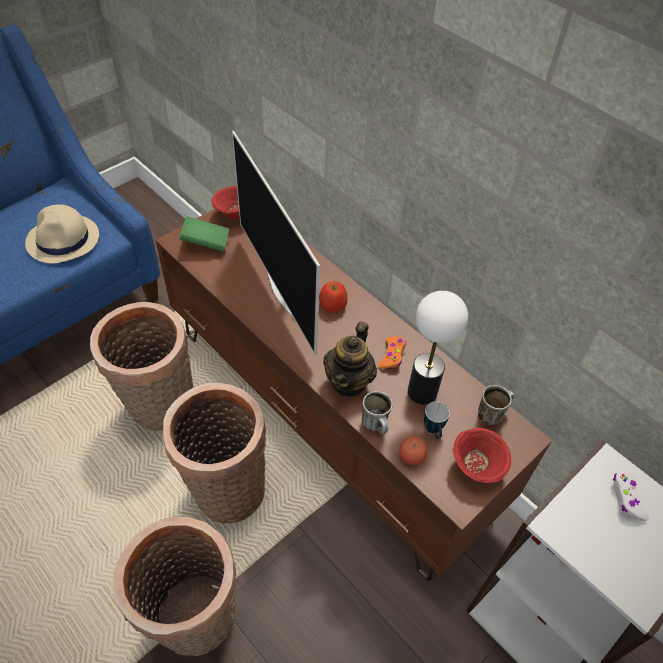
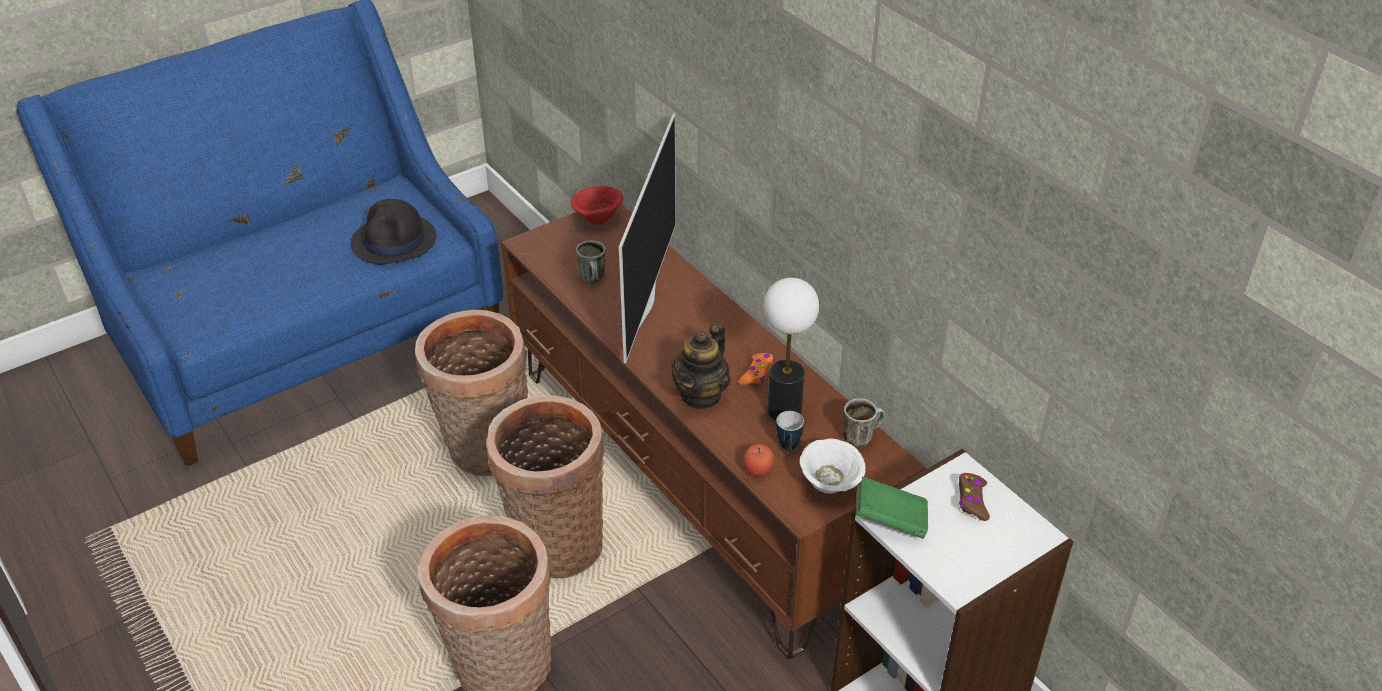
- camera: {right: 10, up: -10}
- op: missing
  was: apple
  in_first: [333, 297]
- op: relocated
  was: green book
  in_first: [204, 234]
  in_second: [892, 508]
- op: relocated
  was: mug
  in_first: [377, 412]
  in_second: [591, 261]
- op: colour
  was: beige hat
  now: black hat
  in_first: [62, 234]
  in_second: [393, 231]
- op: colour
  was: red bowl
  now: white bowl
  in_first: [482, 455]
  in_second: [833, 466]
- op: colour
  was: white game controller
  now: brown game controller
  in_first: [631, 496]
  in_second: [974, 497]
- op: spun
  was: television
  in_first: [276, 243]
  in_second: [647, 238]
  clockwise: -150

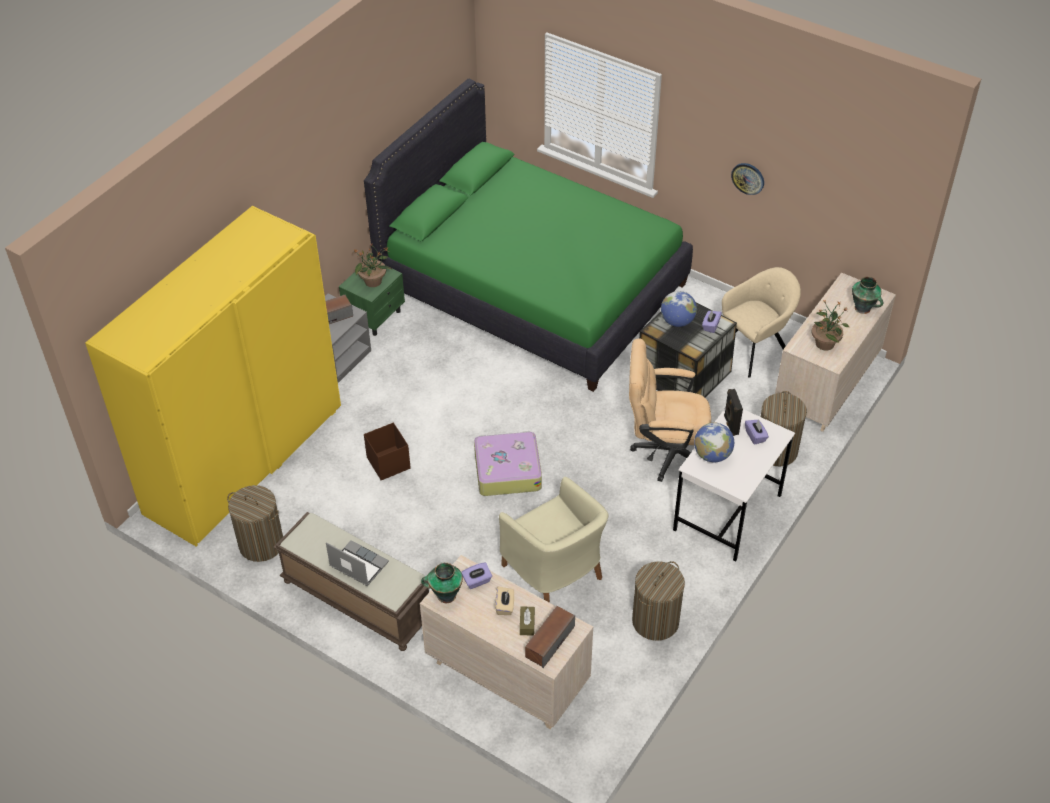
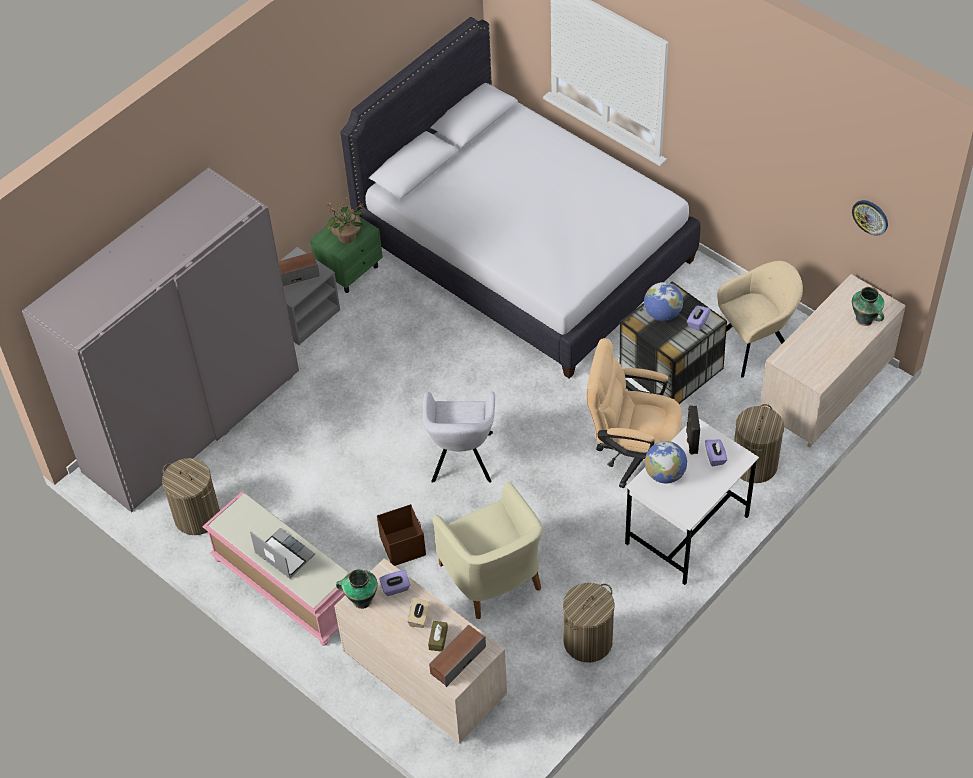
- camera: {right: 10, up: 5}
- op: missing
  was: potted plant
  in_first: [830, 325]
- op: relocated
  was: brown storage box
  in_first: [387, 451]
  in_second: [401, 535]
- op: relocated
  was: wall clock
  in_first: [747, 179]
  in_second: [870, 218]
- op: exchanged
  was: suitcase
  now: grey armchair
  in_first: [508, 463]
  in_second: [459, 437]
- op: colour
  was: yellow wardrobe
  now: grey wardrobe
  in_first: [213, 376]
  in_second: [160, 339]
- op: colour
  was: brown bench
  now: pink bench
  in_first: [351, 581]
  in_second: [275, 569]
- op: colour
  was: green bed
  now: white bed
  in_first: [528, 235]
  in_second: [520, 198]

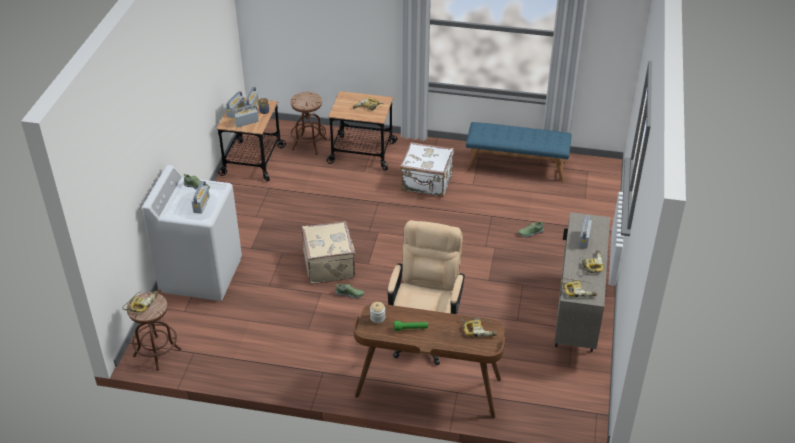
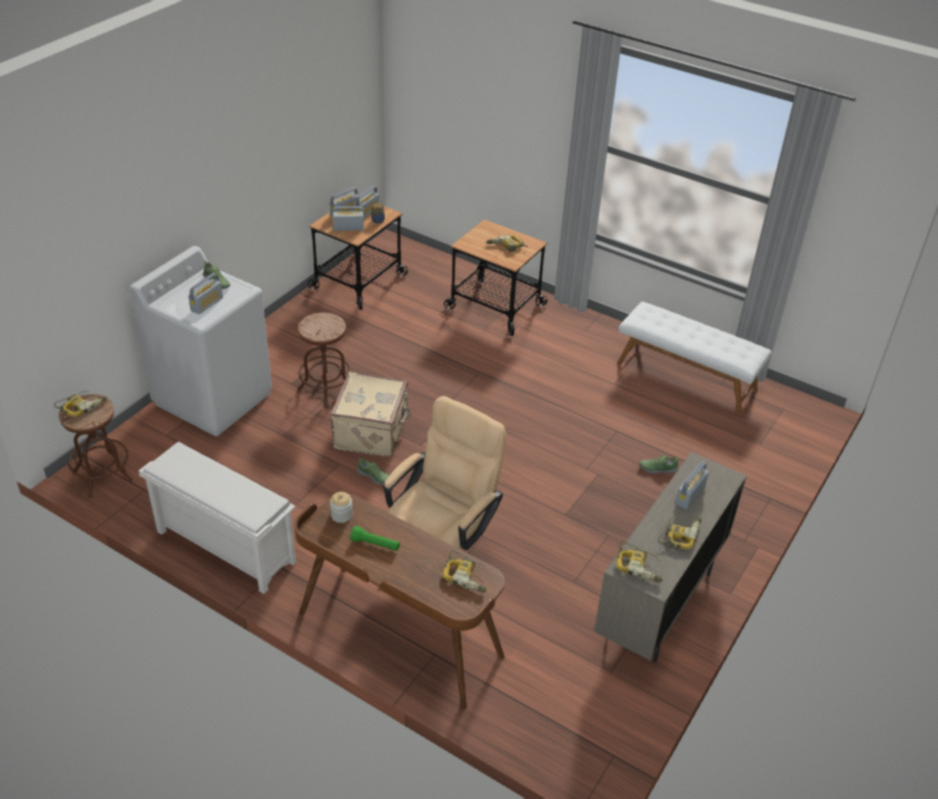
- camera: {right: 20, up: 0}
- op: missing
  was: white suitcase
  in_first: [427, 169]
- op: appeared
  now: white shoe rack
  in_second: [217, 518]
- op: relocated
  was: brown stool
  in_first: [308, 123]
  in_second: [324, 360]
- op: colour
  was: blue bench
  now: white bench
  in_first: [519, 152]
  in_second: [694, 358]

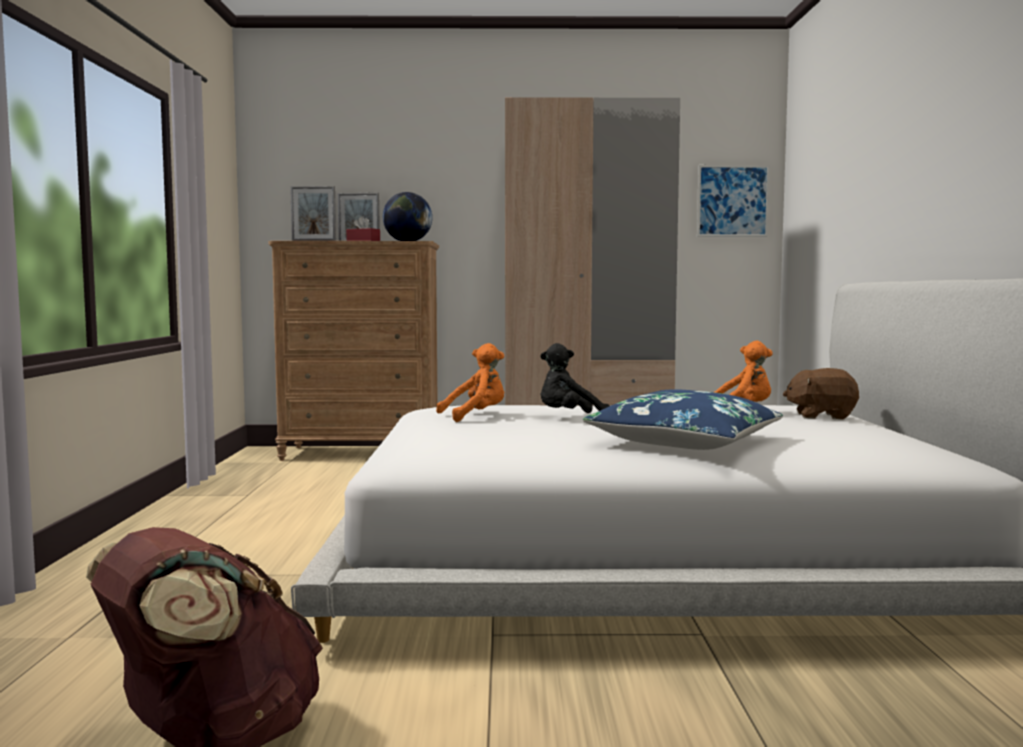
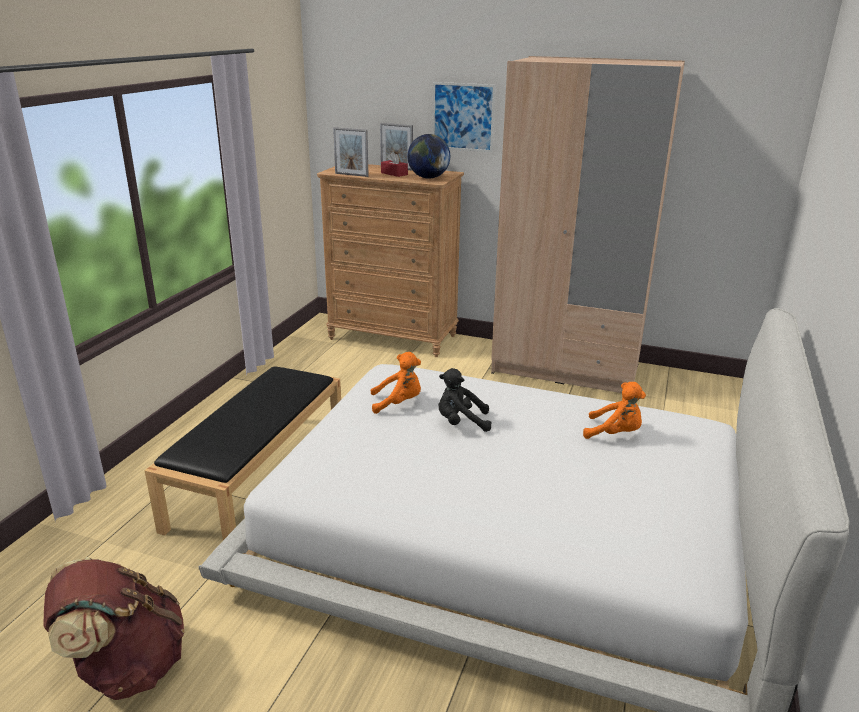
- camera: {right: 20, up: 20}
- op: missing
  was: blue pillow
  in_first: [683, 419]
- op: missing
  was: brown plush toy
  in_first: [821, 393]
- op: appeared
  now: black bench
  in_second: [243, 453]
- op: relocated
  was: picture
  in_first: [733, 201]
  in_second: [464, 117]

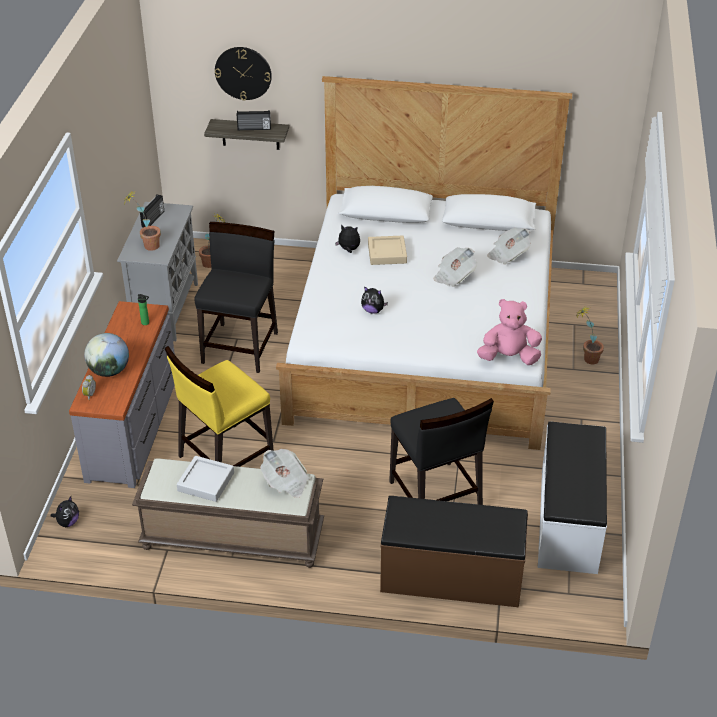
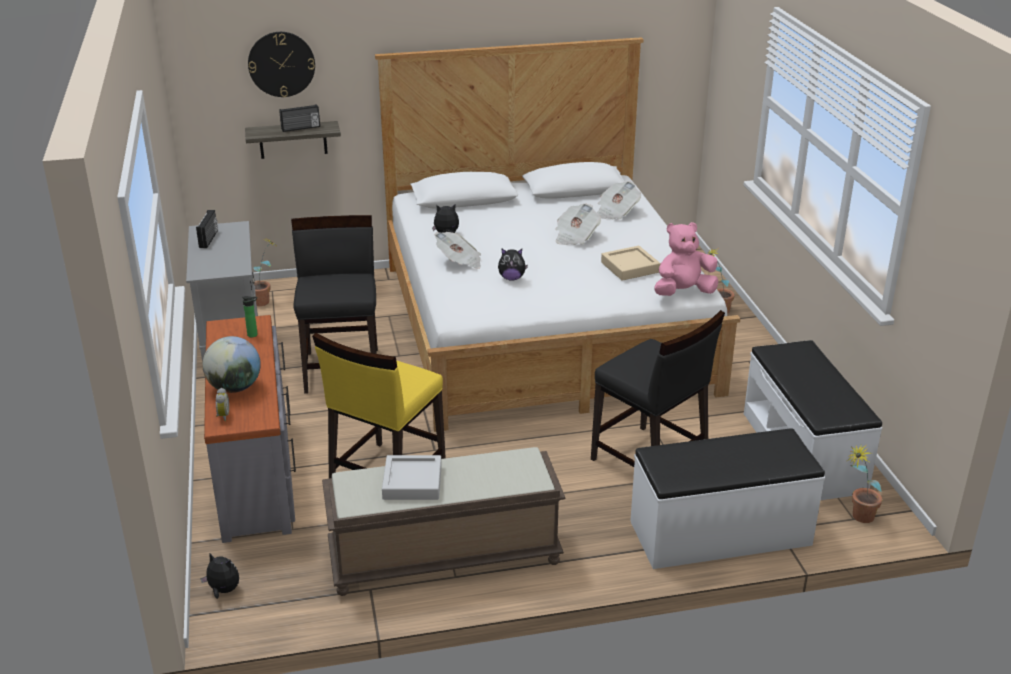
- camera: {right: -20, up: -10}
- op: relocated
  was: potted plant
  in_first: [142, 221]
  in_second: [864, 483]
- op: relocated
  was: newspaper
  in_first: [285, 473]
  in_second: [458, 250]
- op: relocated
  was: beige tray
  in_first: [387, 250]
  in_second: [631, 263]
- op: colour
  was: brown bench
  now: white bench
  in_first: [454, 551]
  in_second: [727, 498]
- op: spun
  was: plush toy
  in_first: [65, 511]
  in_second: [219, 576]
  clockwise: -75

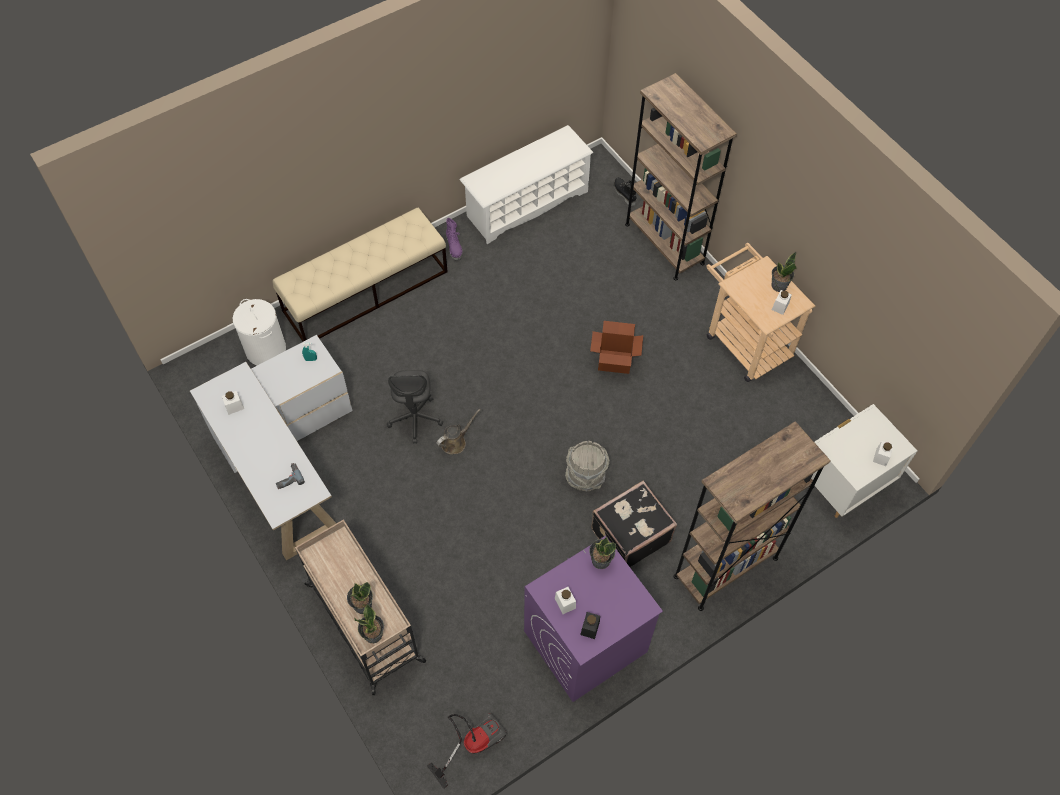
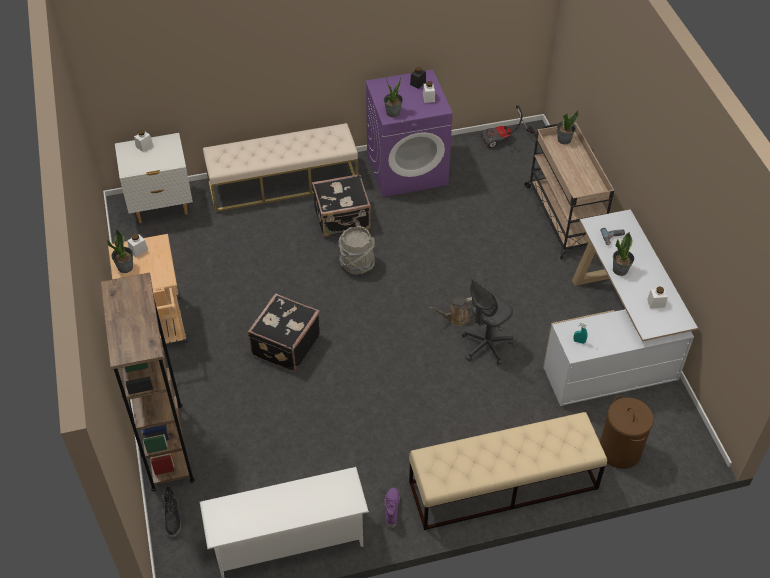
- camera: {right: -160, up: -10}
- op: relocated
  was: potted plant
  in_first: [360, 598]
  in_second: [623, 254]
- op: exchanged
  was: cardboard box
  now: black suitcase
  in_first: [616, 347]
  in_second: [284, 332]
- op: exchanged
  was: brown bookcase
  now: beige bench
  in_first: [752, 516]
  in_second: [280, 167]
- op: colour
  was: white laundry basket
  now: brown laundry basket
  in_first: [259, 332]
  in_second: [626, 432]
- op: spun
  was: grey office chair
  in_first: [415, 407]
  in_second: [487, 322]
  clockwise: -150

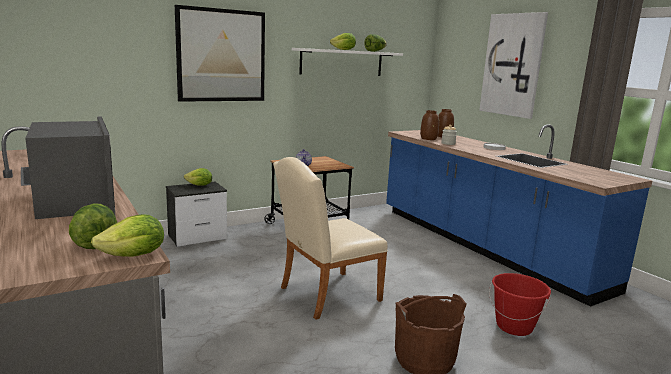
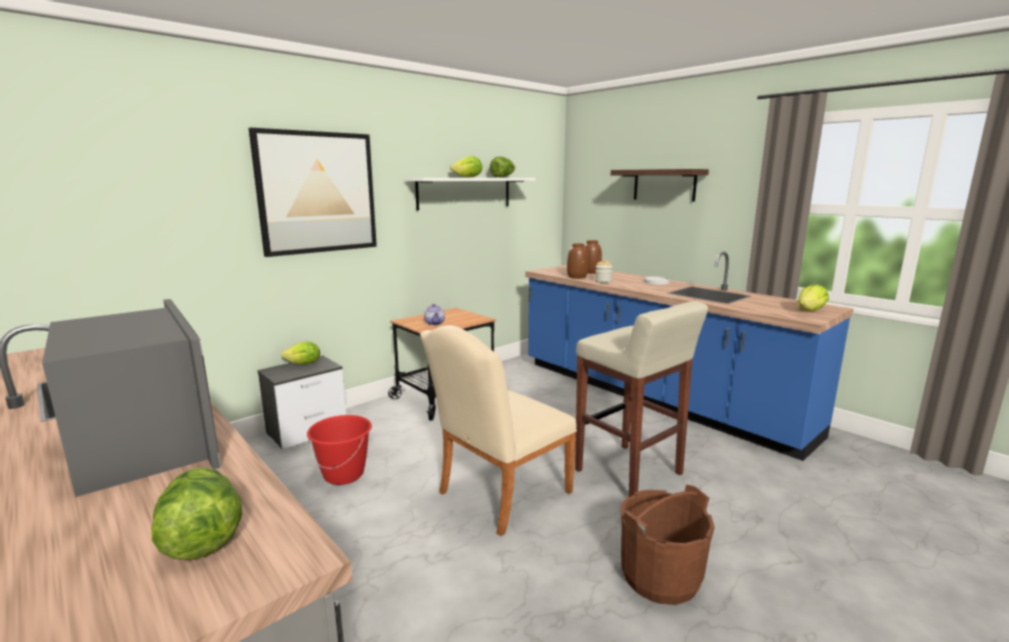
- camera: {right: -10, up: 0}
- op: appeared
  now: beige stool
  in_second: [641, 399]
- op: relocated
  was: lettuce
  in_first: [127, 235]
  in_second: [813, 298]
- op: relocated
  was: red bucket
  in_first: [520, 304]
  in_second: [339, 450]
- op: exchanged
  was: picture
  now: shelf
  in_first: [513, 65]
  in_second: [660, 185]

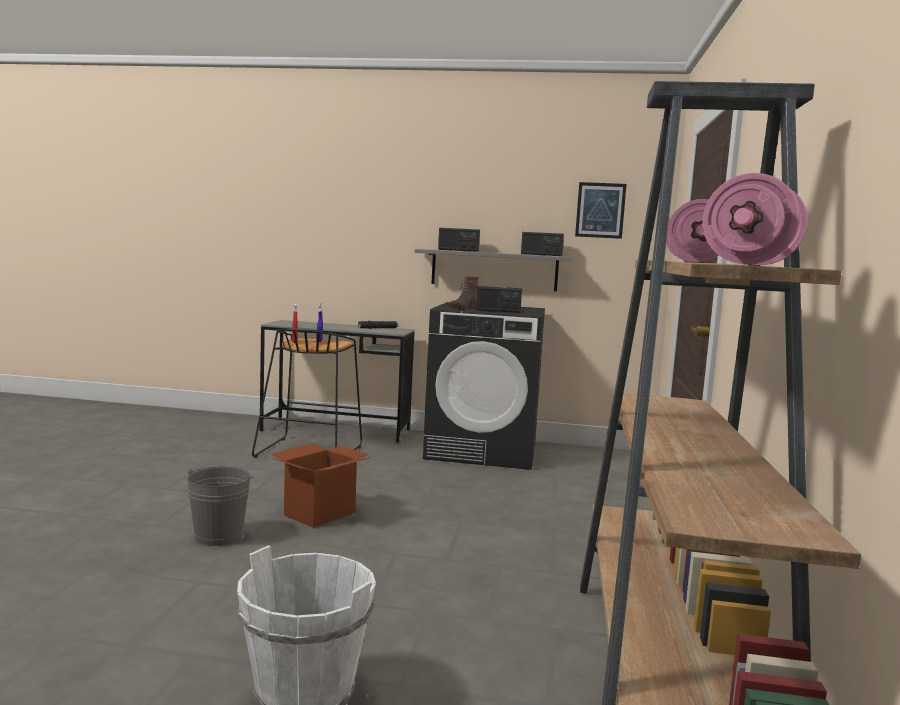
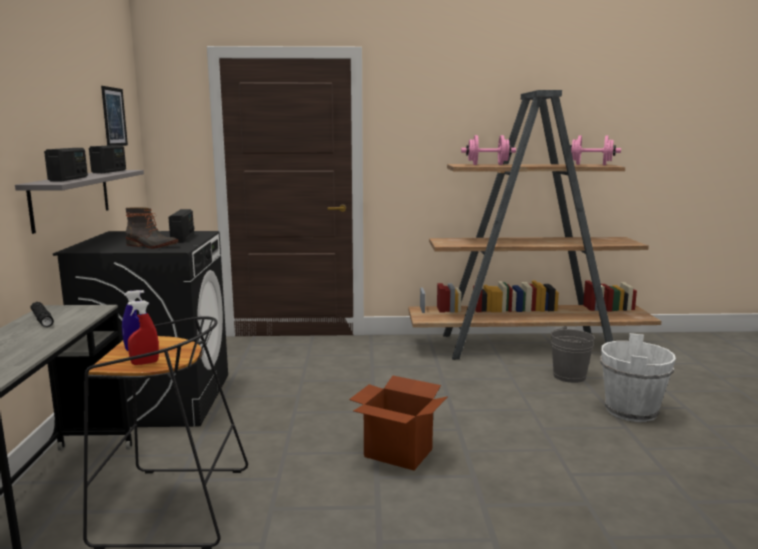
- camera: {right: -100, up: 5}
- op: relocated
  was: grey bucket
  in_first: [220, 506]
  in_second: [573, 354]

